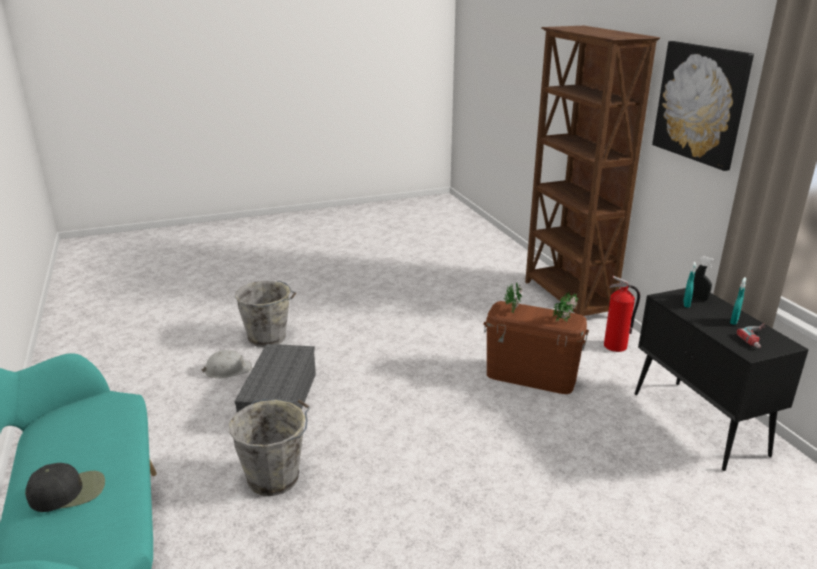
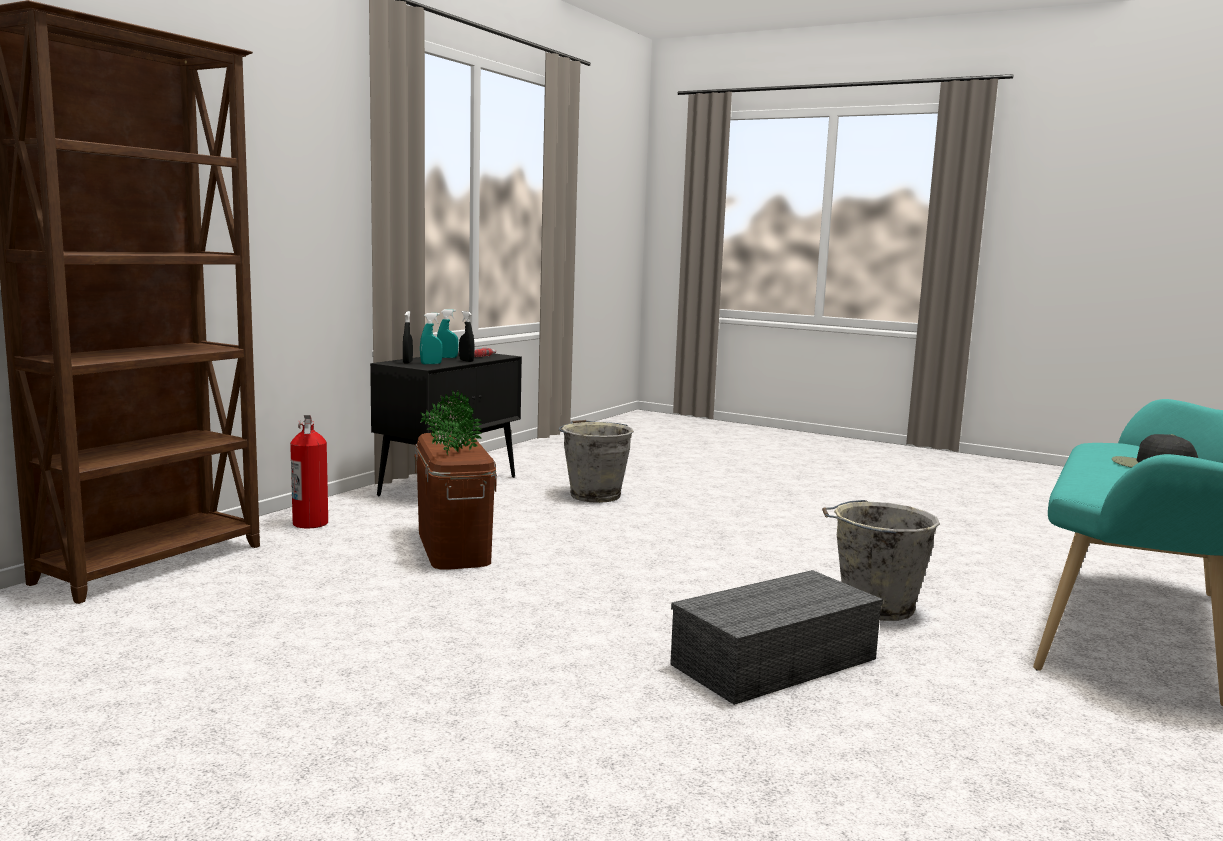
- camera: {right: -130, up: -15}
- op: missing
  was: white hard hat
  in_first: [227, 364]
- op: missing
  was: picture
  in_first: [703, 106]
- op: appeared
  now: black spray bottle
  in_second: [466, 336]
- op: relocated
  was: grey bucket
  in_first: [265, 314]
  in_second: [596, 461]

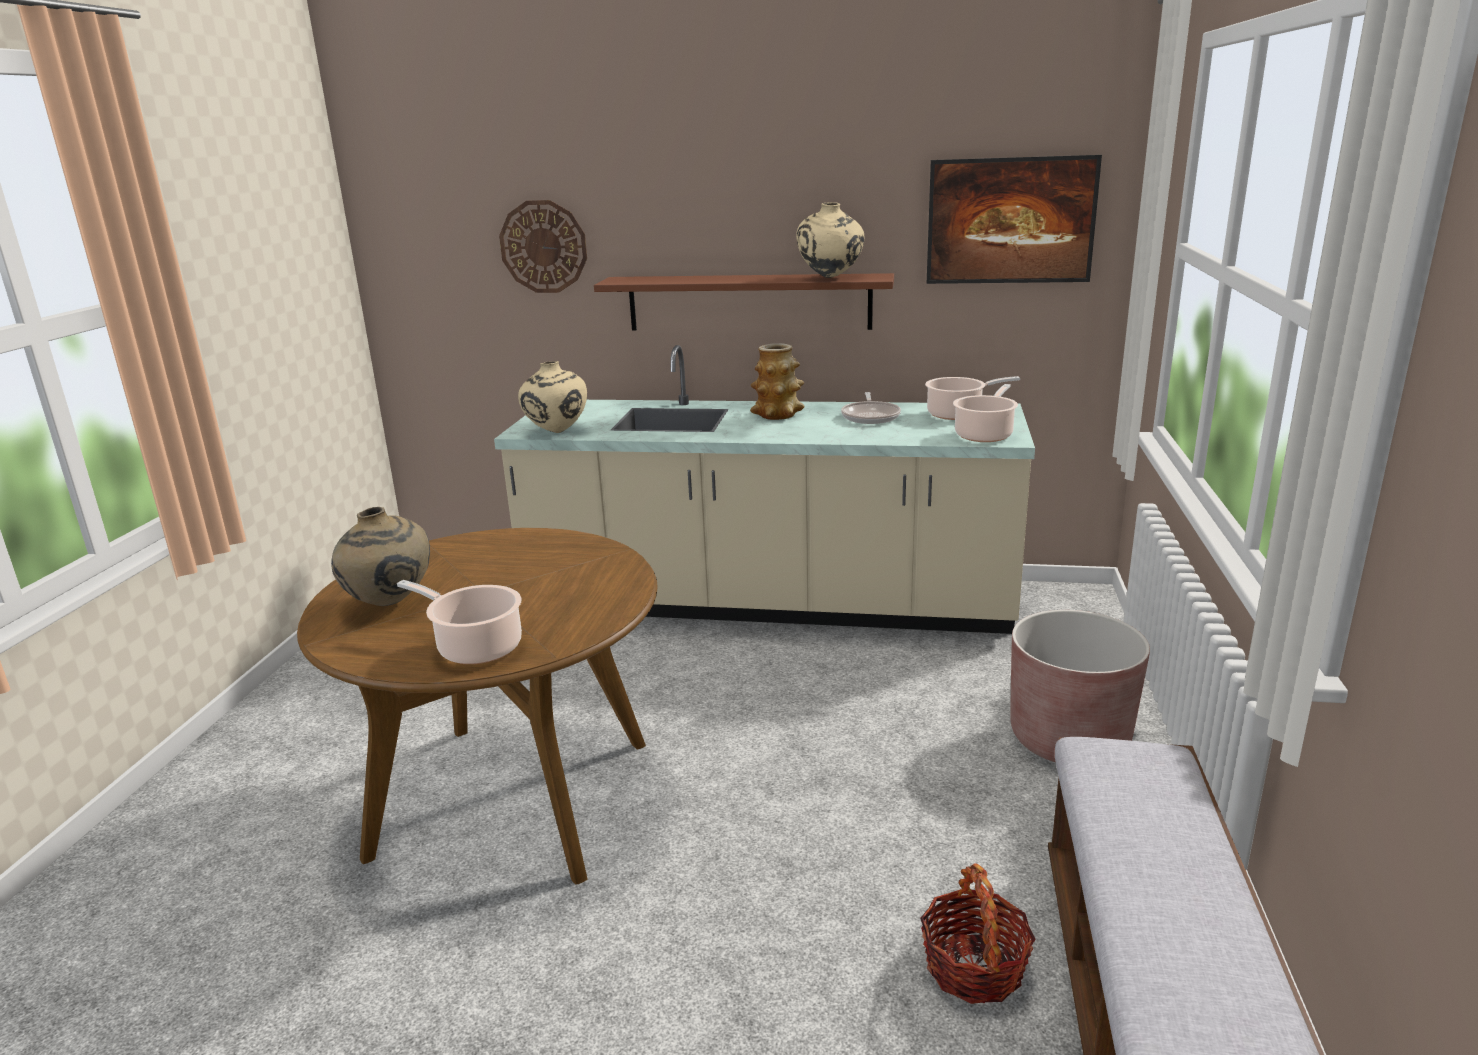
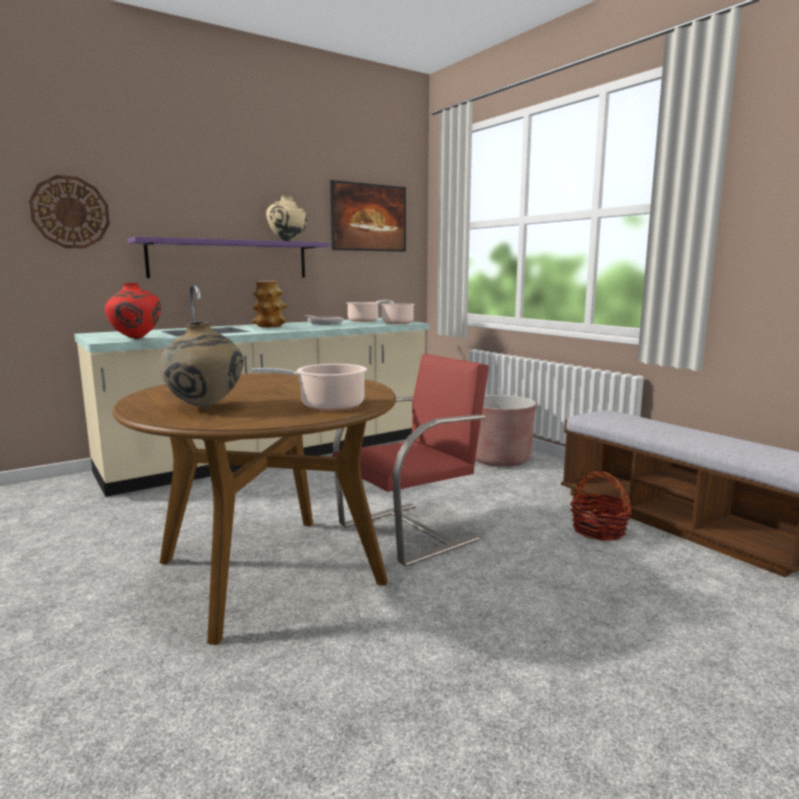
- camera: {right: -45, up: -10}
- op: appeared
  now: red chair
  in_second: [410, 459]
- op: colour
  was: beige vase
  now: red vase
  in_first: [552, 397]
  in_second: [133, 311]
- op: colour
  was: brown shelf
  now: purple shelf
  in_first: [744, 302]
  in_second: [228, 257]

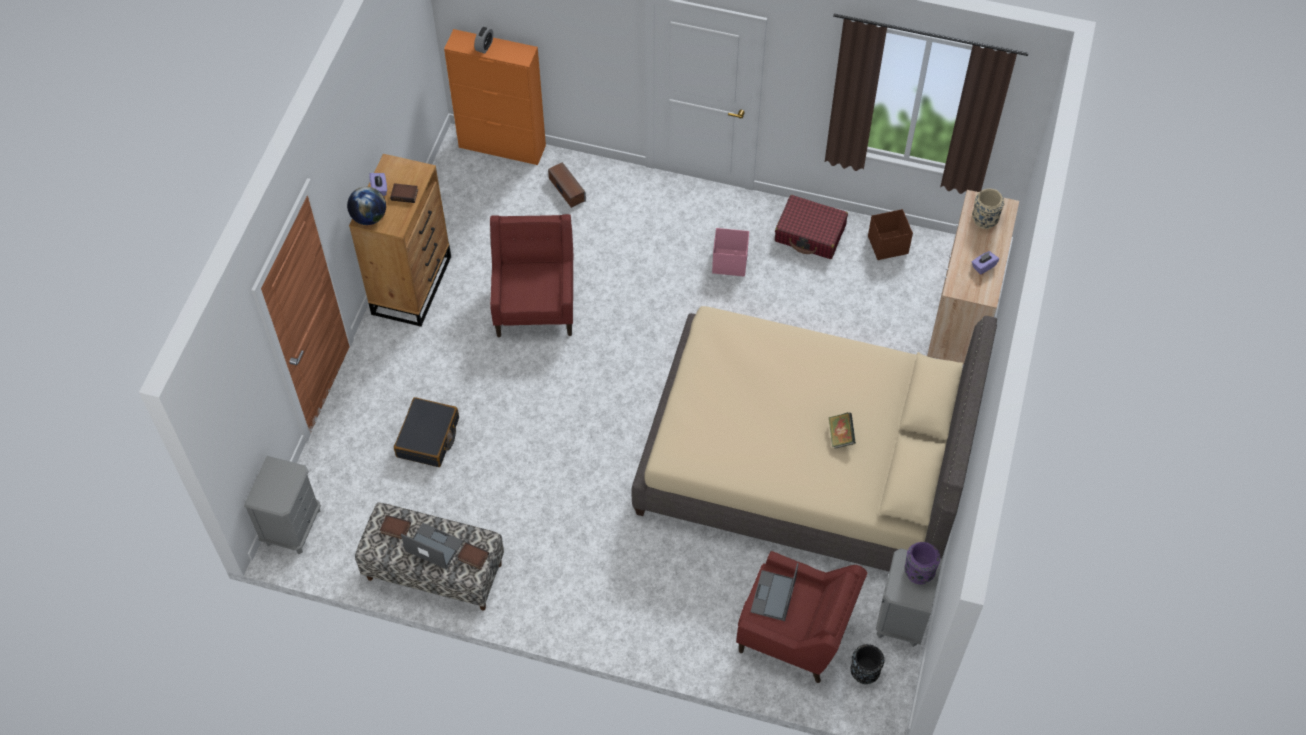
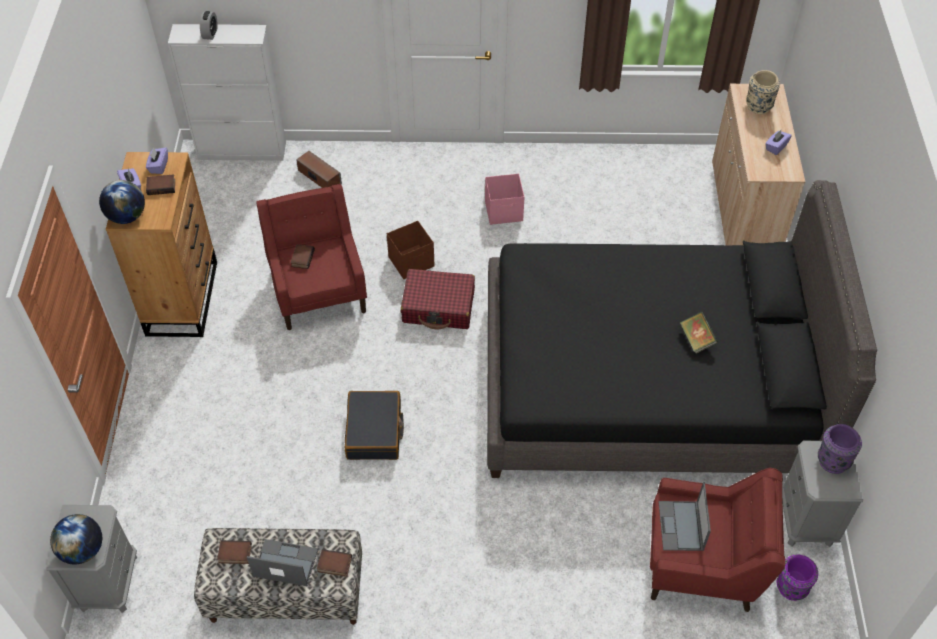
- camera: {right: -15, up: -5}
- op: appeared
  now: globe
  in_second: [76, 539]
- op: appeared
  now: purple tissue box
  in_second: [157, 161]
- op: appeared
  now: book
  in_second: [303, 256]
- op: relocated
  was: black suitcase
  in_first: [426, 432]
  in_second: [374, 425]
- op: relocated
  was: red suitcase
  in_first: [811, 227]
  in_second: [438, 299]
- op: relocated
  was: brown storage box
  in_first: [890, 234]
  in_second: [411, 250]
- op: colour
  was: orange cabinet
  now: white cabinet
  in_first: [495, 97]
  in_second: [227, 92]
- op: colour
  was: beige bed
  now: black bed
  in_first: [814, 439]
  in_second: [682, 329]
- op: colour
  was: black vase
  now: purple vase
  in_first: [867, 664]
  in_second: [797, 578]

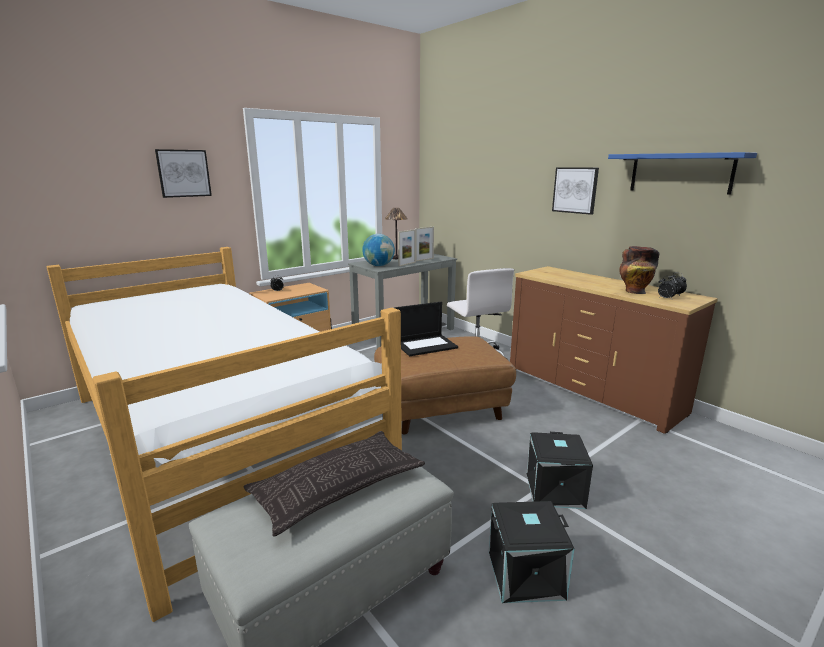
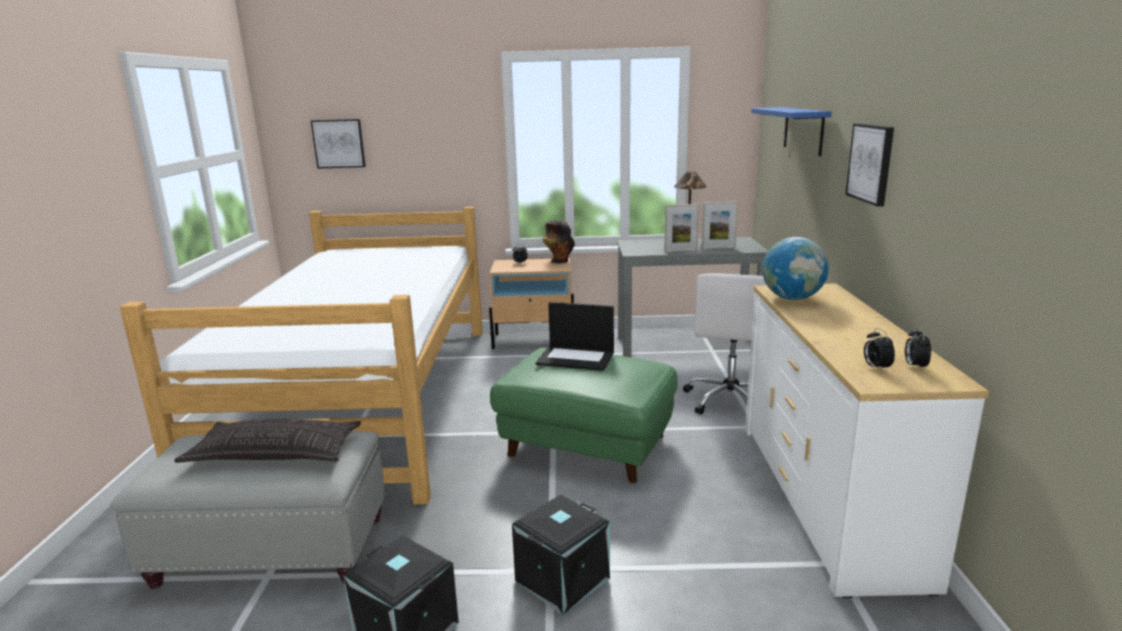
- camera: {right: 40, up: 0}
- op: relocated
  was: picture
  in_first: [183, 173]
  in_second: [338, 144]
- op: relocated
  was: globe
  in_first: [378, 250]
  in_second: [795, 268]
- op: relocated
  was: blue shelf
  in_first: [682, 173]
  in_second: [791, 131]
- op: relocated
  was: vase
  in_first: [639, 270]
  in_second: [559, 241]
- op: colour
  was: brown ottoman
  now: green ottoman
  in_first: [445, 385]
  in_second: [584, 415]
- op: colour
  was: brown dresser
  now: white dresser
  in_first: [614, 350]
  in_second: [867, 440]

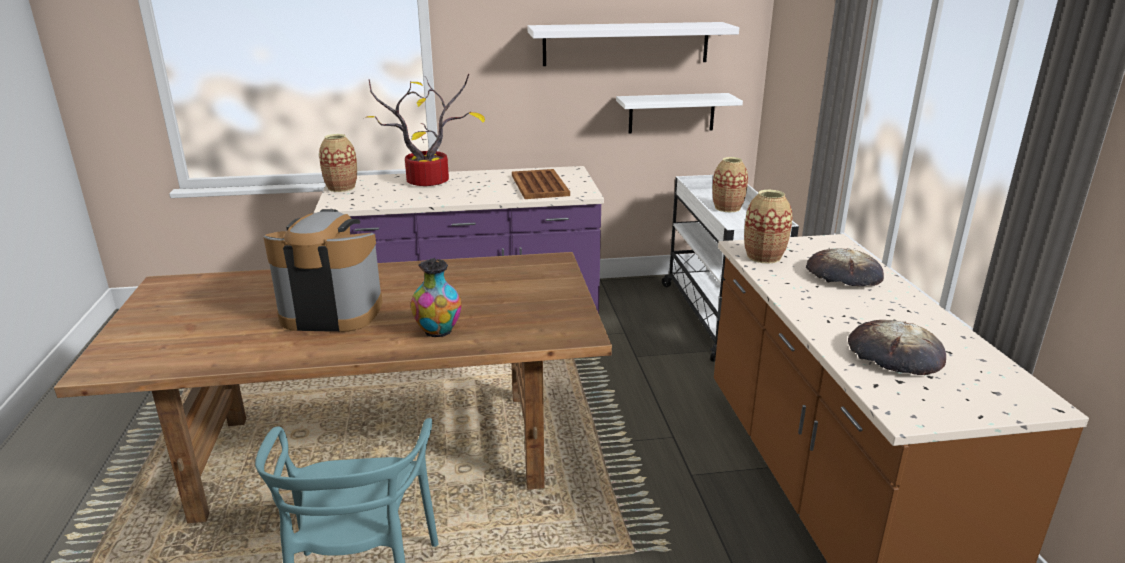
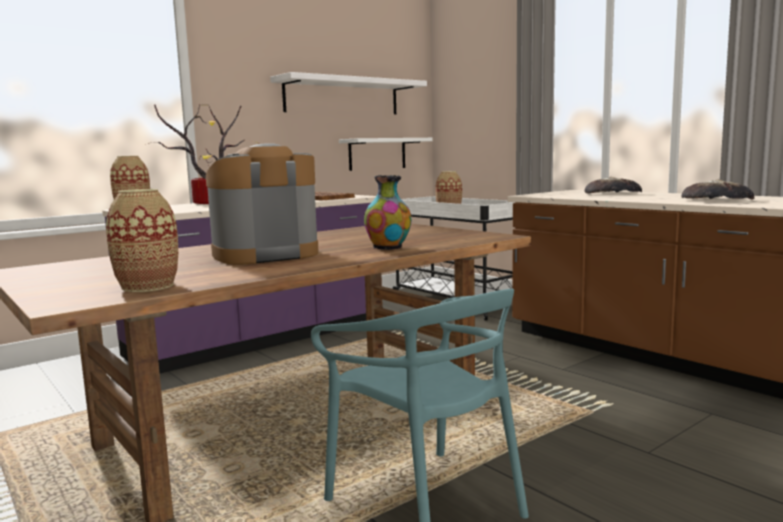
- camera: {right: -30, up: -15}
- op: relocated
  was: vase
  in_first: [768, 227]
  in_second: [142, 240]

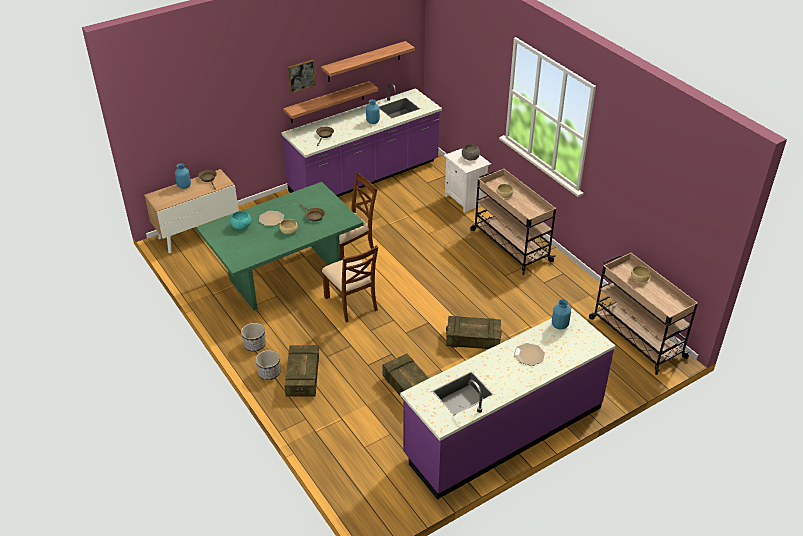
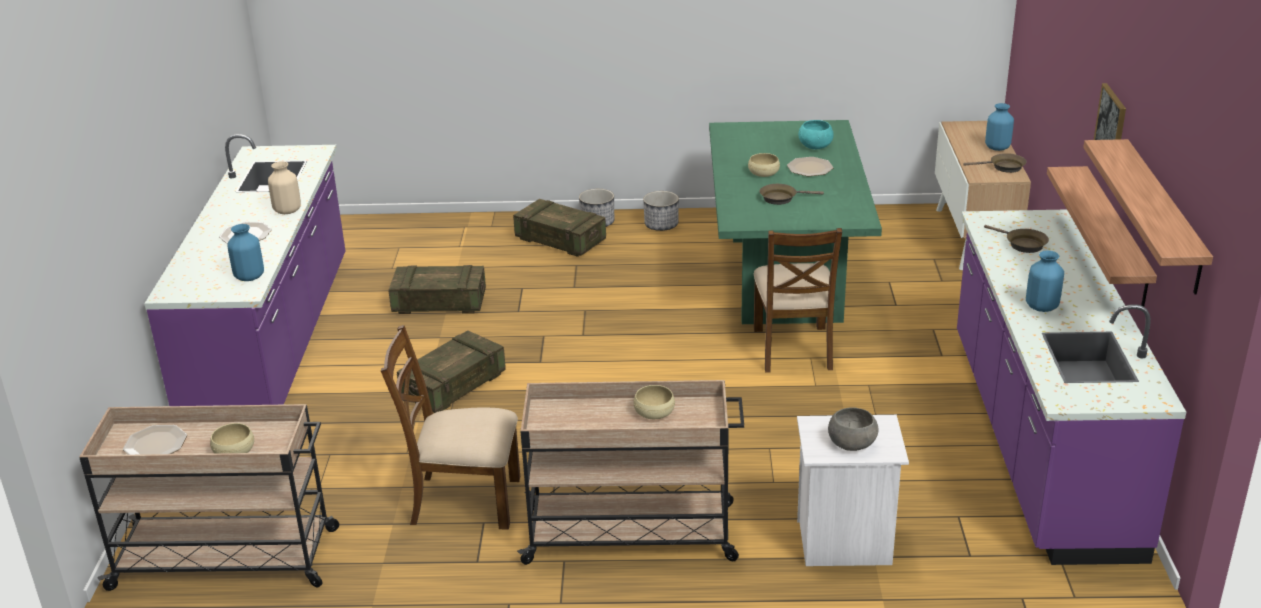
- camera: {right: 125, up: -10}
- op: appeared
  now: plate
  in_second: [155, 440]
- op: appeared
  now: beige vase
  in_second: [284, 187]
- op: relocated
  was: brown chair
  in_first: [350, 284]
  in_second: [450, 427]

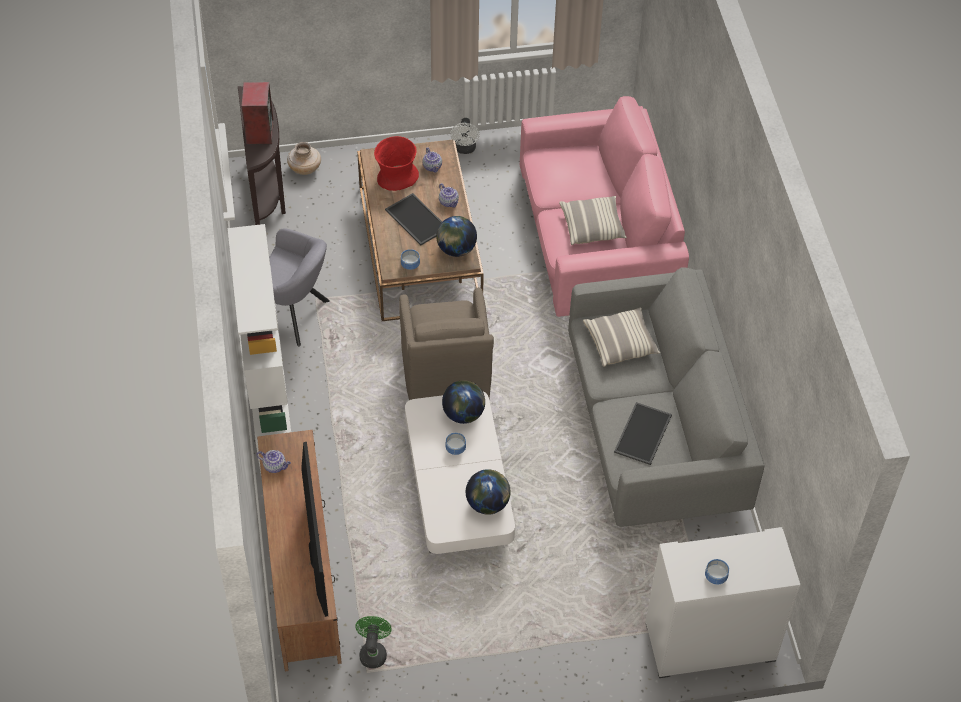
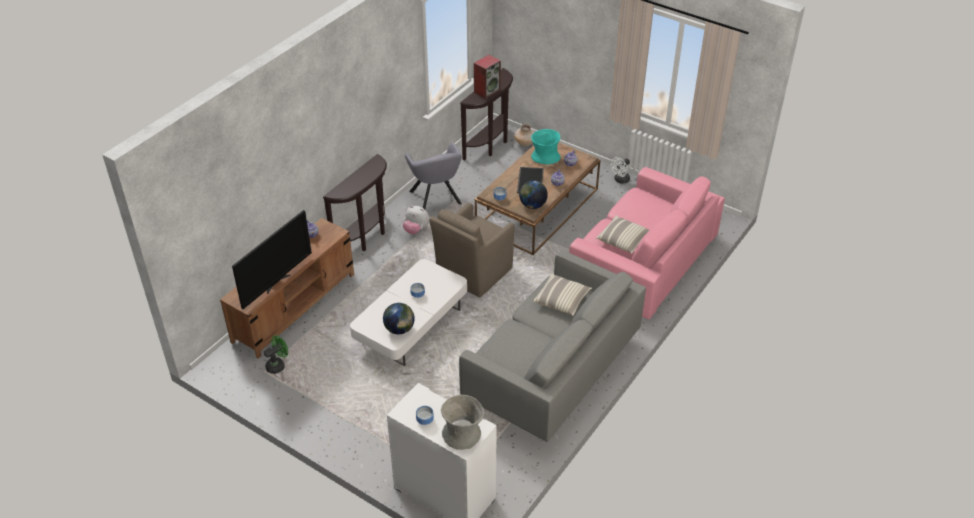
- camera: {right: 45, up: -10}
- op: missing
  was: globe
  in_first: [463, 402]
- op: missing
  was: tray
  in_first: [643, 433]
- op: appeared
  now: plush toy
  in_second: [416, 220]
- op: appeared
  now: grey vase
  in_second: [462, 422]
- op: exchanged
  was: white bookcase
  now: brown console table
  in_first: [259, 348]
  in_second: [355, 202]
- op: colour
  was: red vase
  now: turquoise vase
  in_first: [396, 163]
  in_second: [545, 146]

